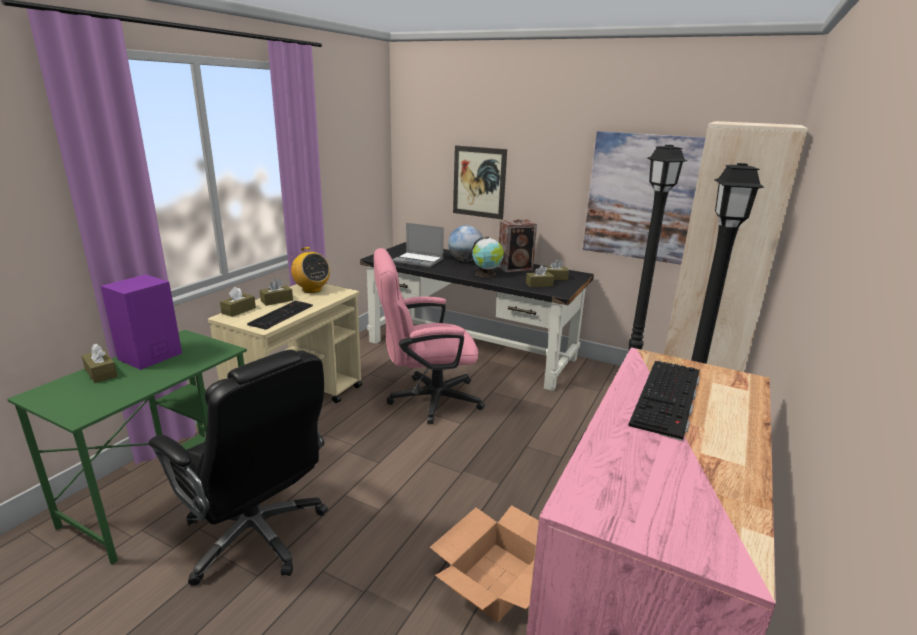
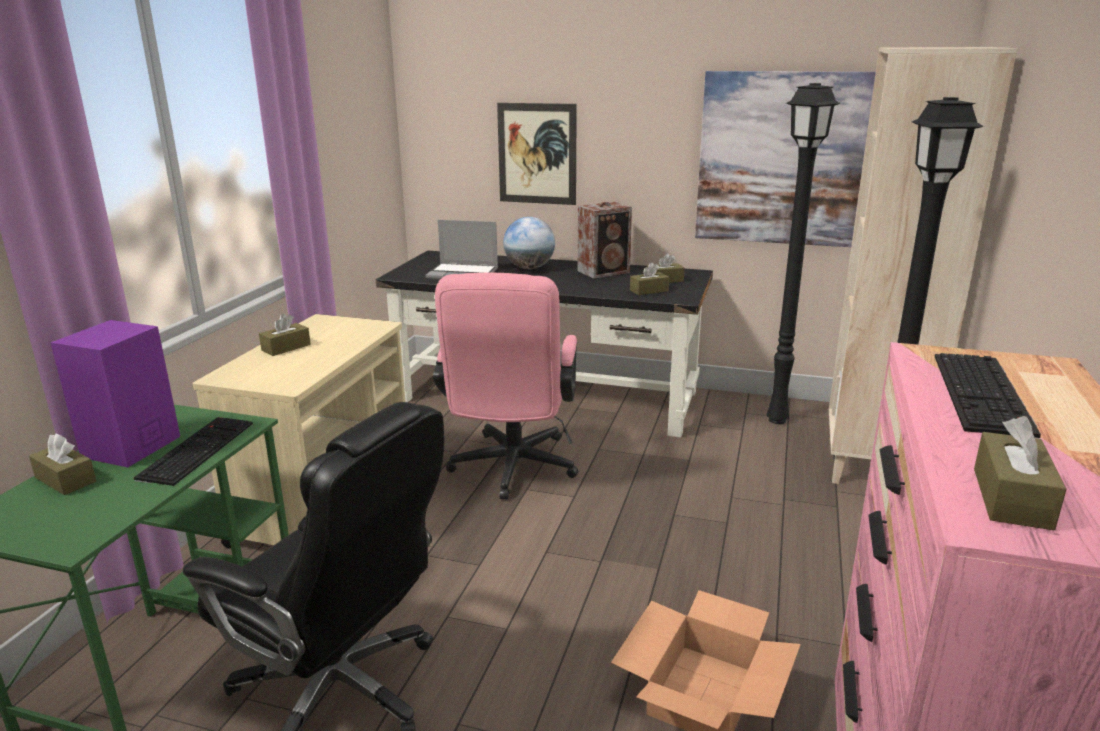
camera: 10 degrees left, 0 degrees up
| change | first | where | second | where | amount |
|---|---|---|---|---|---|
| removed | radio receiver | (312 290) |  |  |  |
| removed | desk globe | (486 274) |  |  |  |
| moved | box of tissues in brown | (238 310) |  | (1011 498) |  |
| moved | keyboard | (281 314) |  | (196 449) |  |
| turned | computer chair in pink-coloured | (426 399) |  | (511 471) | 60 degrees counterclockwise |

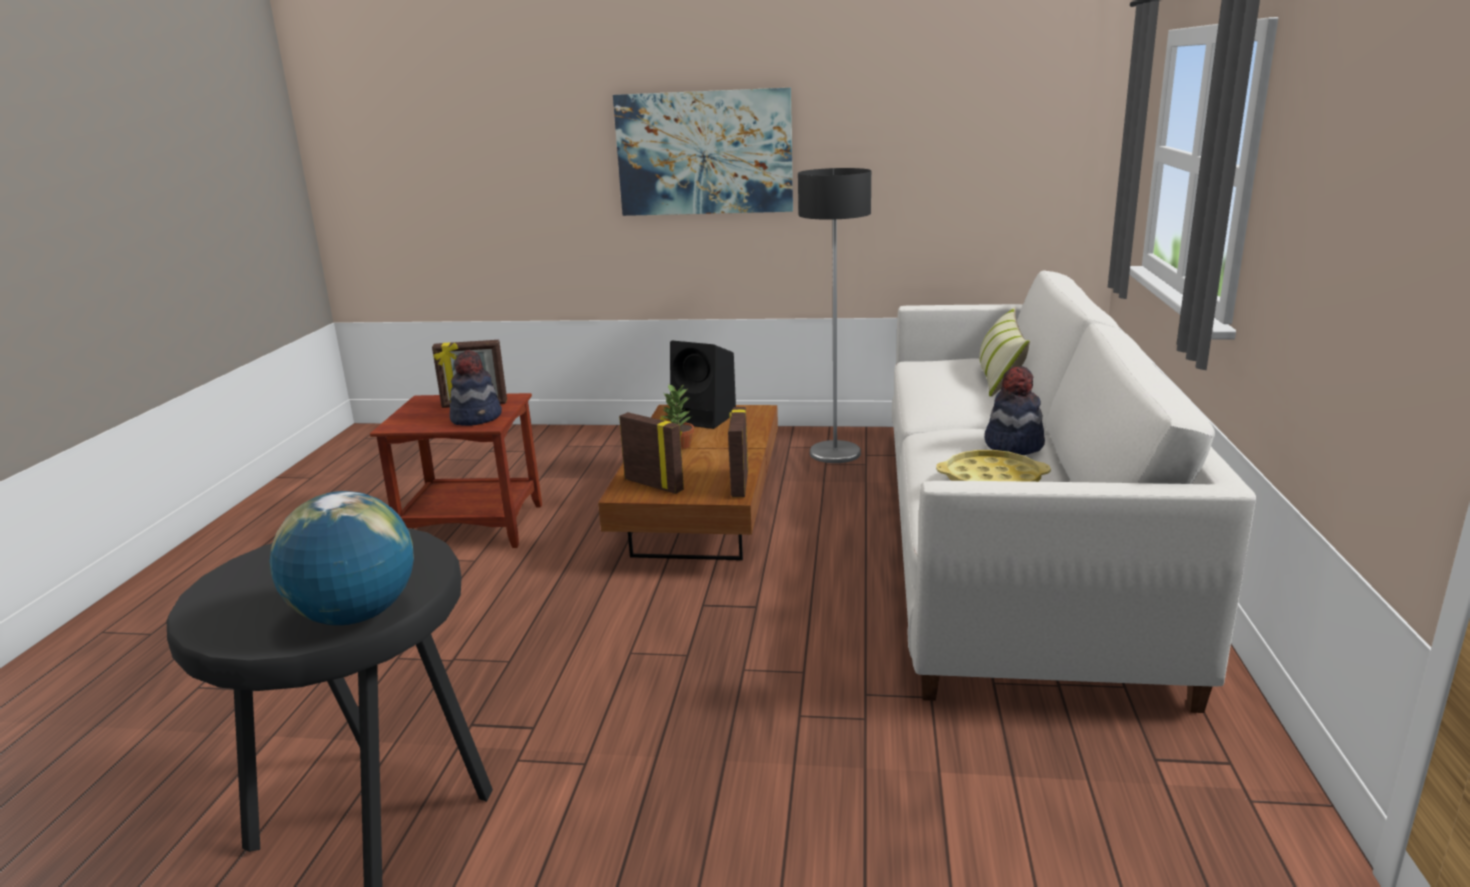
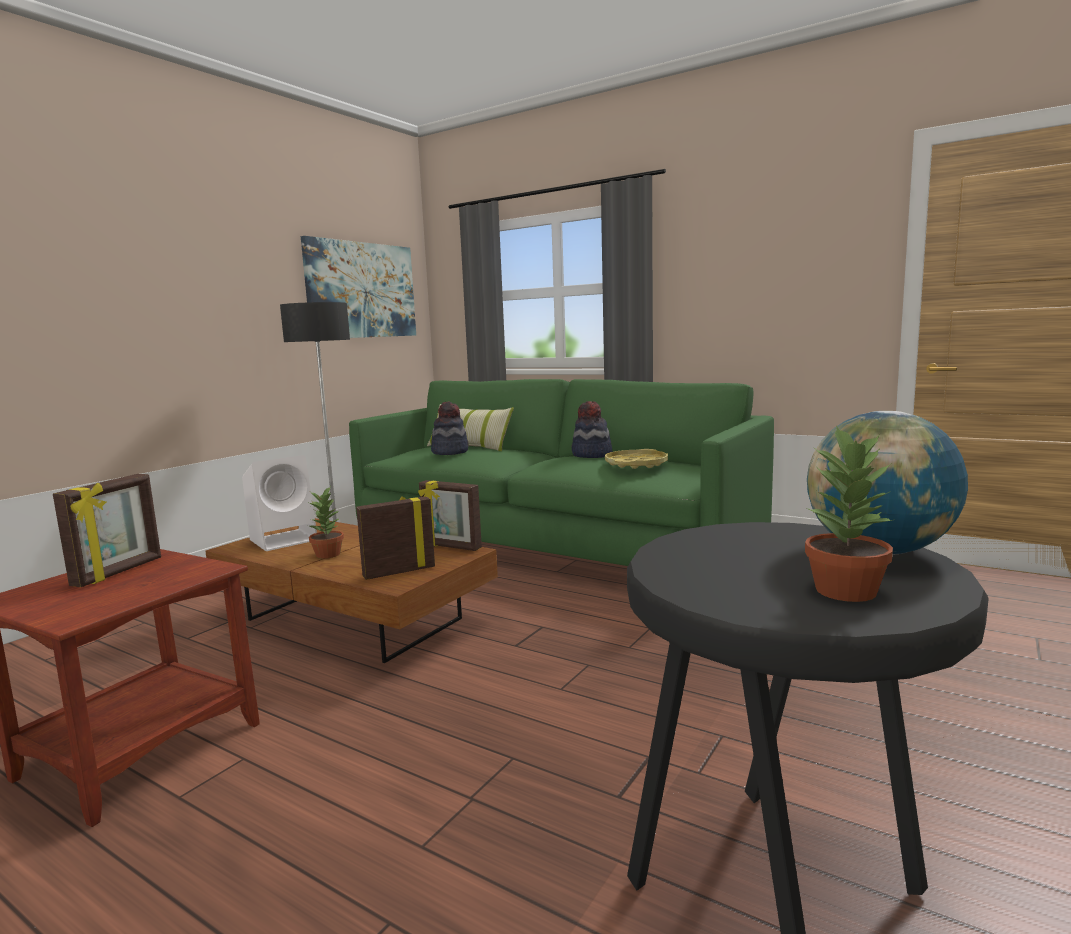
camera: 65 degrees left, 10 degrees down
| change | first | where | second | where | amount |
|---|---|---|---|---|---|
| added |  |  | potted plant | (846 590) |  |
| moved | wearable hat | (477 418) |  | (450 452) |  |
| moved | wall art | (704 153) |  | (361 290) |  |
| recoloured | audio speaker in blackish | (705 418) | audio speaker in white | (285 539) |  |
| recoloured | settee in white | (1011 543) | settee in greenish | (552 543) |  |

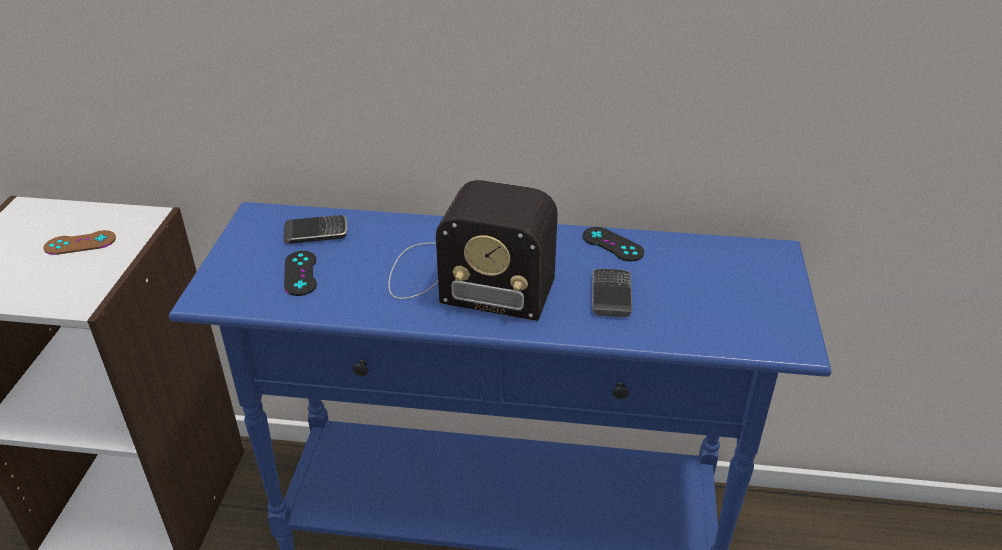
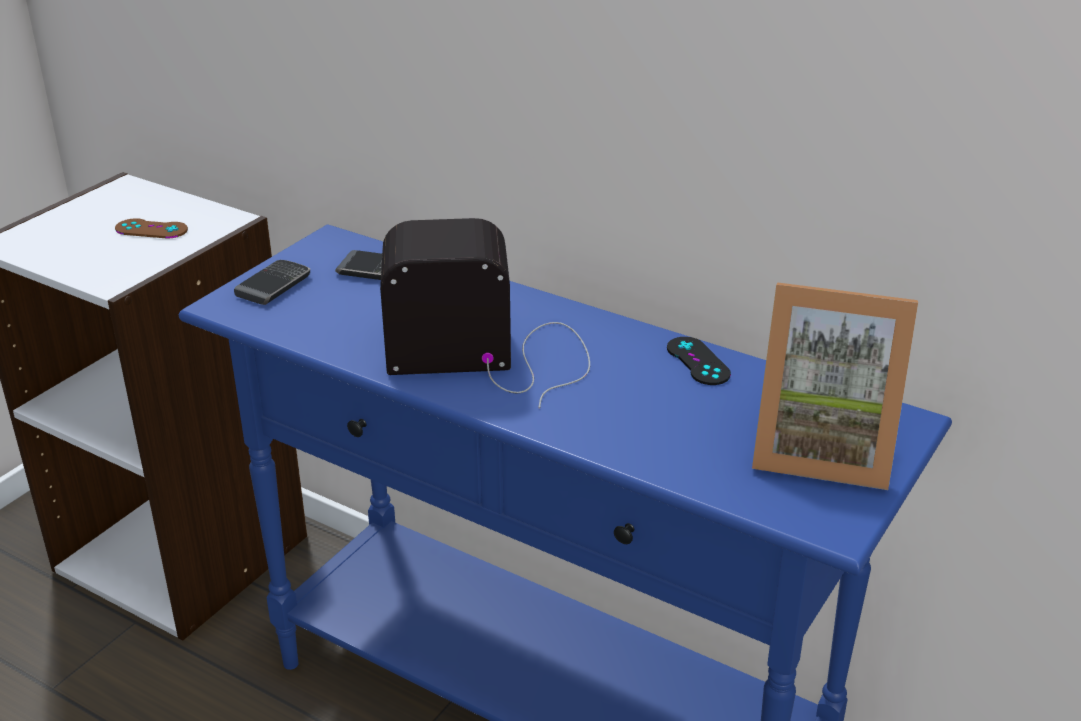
camera: 25 degrees right, 5 degrees down
| change | first | where | second | where | amount |
|---|---|---|---|---|---|
| removed | gamepad in blackish | (300 273) |  |  |  |
| added |  |  | standing frame | (822 450) |  |
| moved | handset | (611 296) |  | (273 286) |  |
| turned | radio receiver | (464 279) |  | (494 354) | 135 degrees clockwise |

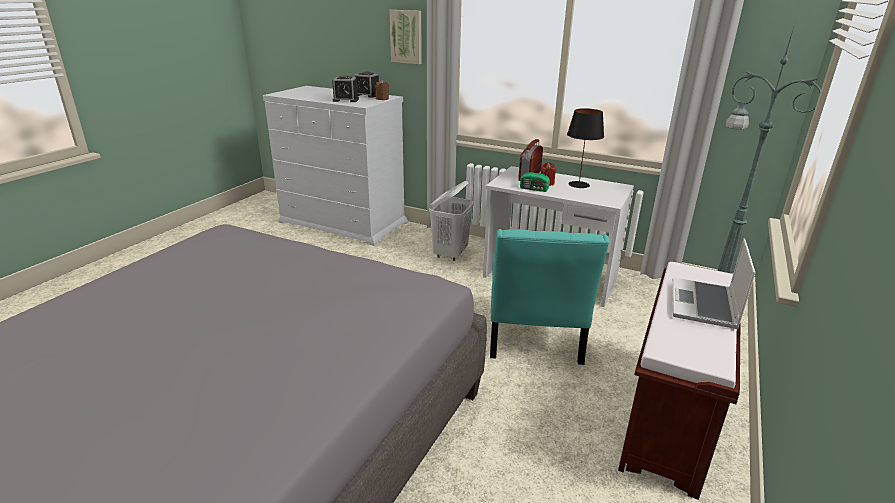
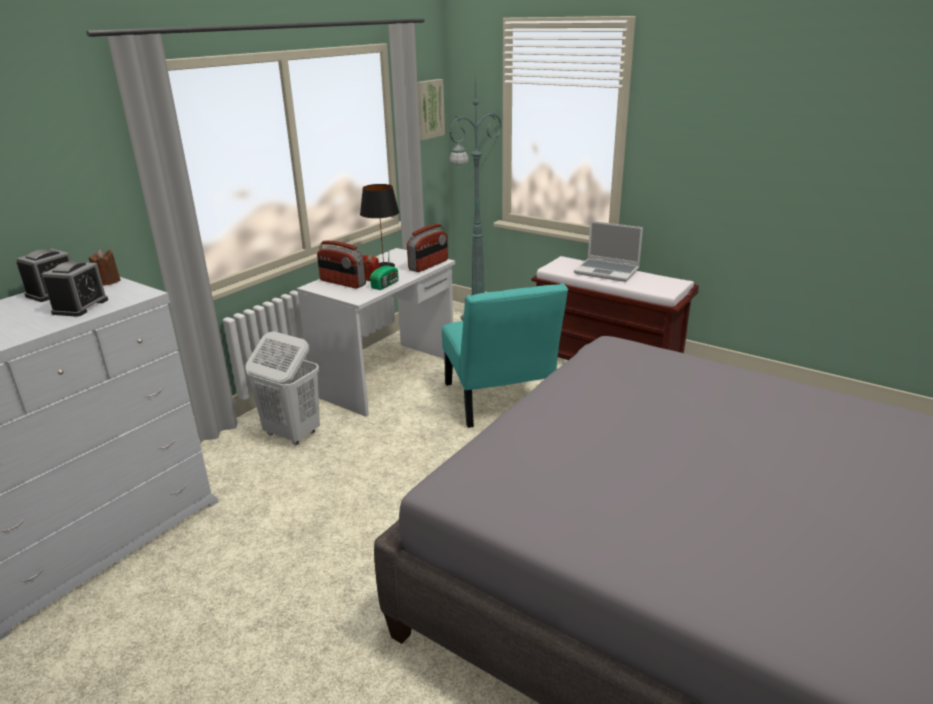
camera: 80 degrees left, 0 degrees up
| change | first | where | second | where | amount |
|---|---|---|---|---|---|
| added |  |  | radio receiver | (429 265) |  |
| moved | wall art | (406 36) |  | (428 109) |  |
| turned | plain chair in turquoise | (534 338) |  | (499 402) | 60 degrees clockwise |

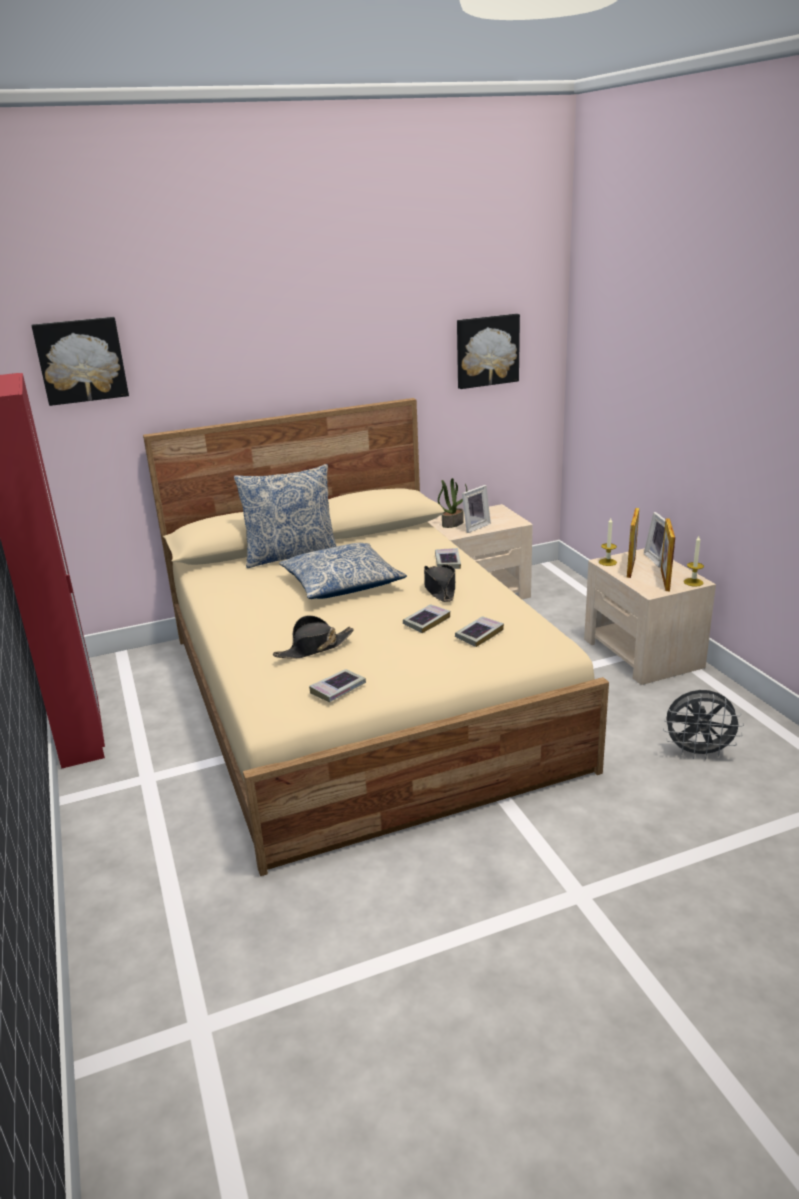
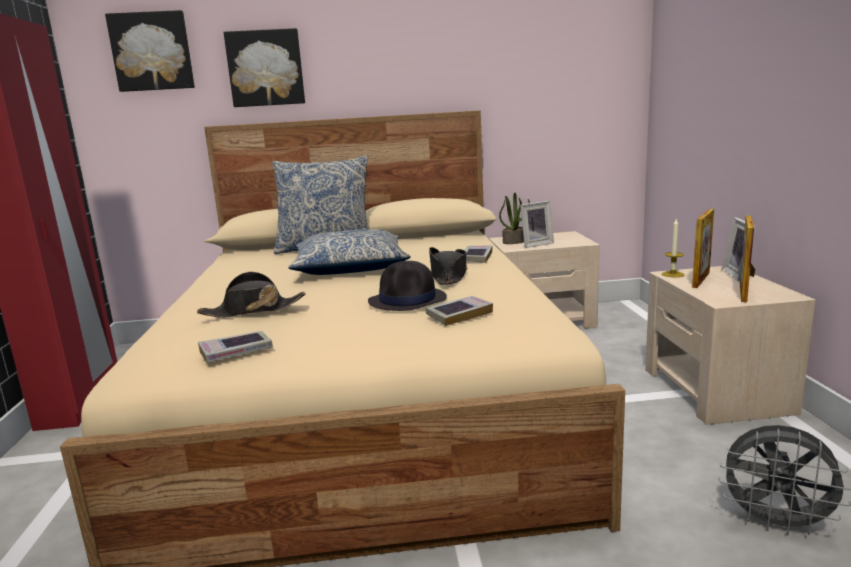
camera: 15 degrees right, 10 degrees down
| change | first | where | second | where | amount |
|---|---|---|---|---|---|
| removed | candle | (693 582) |  |  |  |
| moved | wall art | (487 350) |  | (266 68) |  |
| replaced | bound book | (426 621) | wearable hat in blackish | (408 300) |  |

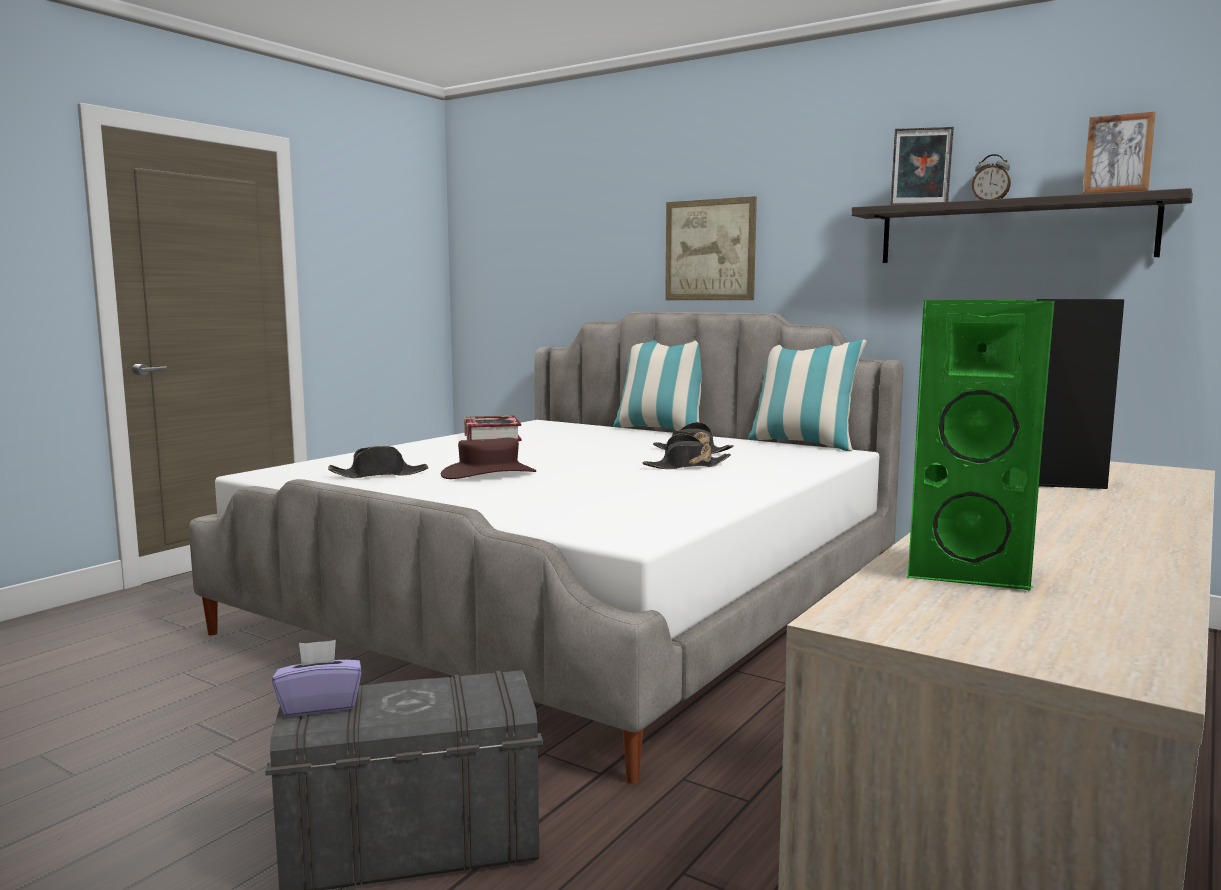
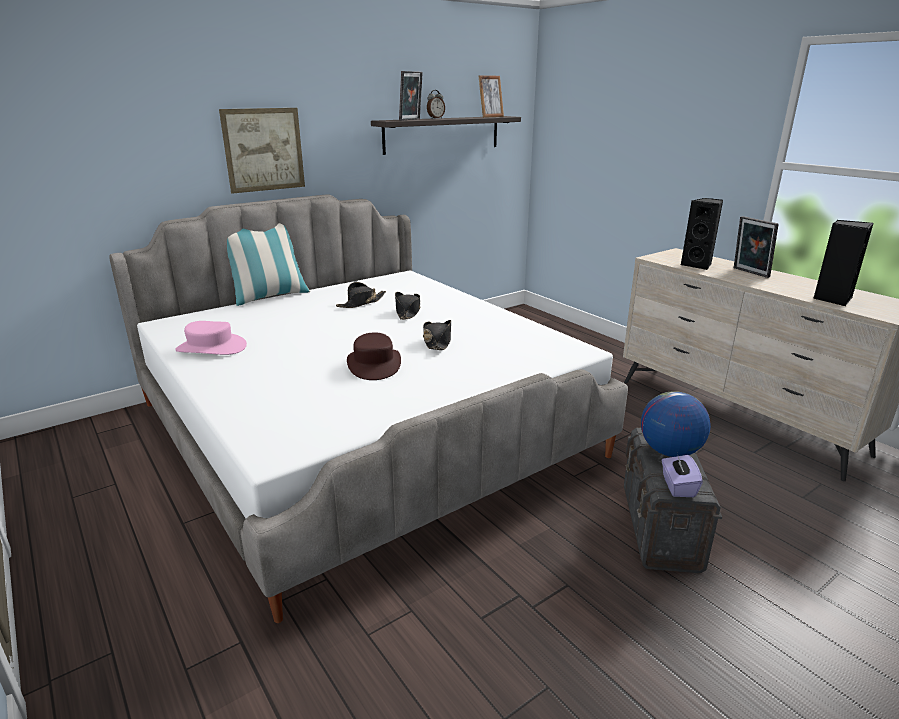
camera: 70 degrees left, 15 degrees up
| change | first | where | second | where | amount |
|---|---|---|---|---|---|
| removed | throw pillow | (803 444) |  |  |  |
| added |  |  | desk globe | (669 451) |  |
| added |  |  | standing frame | (749 273) |  |
| moved | wearable hat in blackish | (379 475) |  | (437 341) |  |
| replaced | bound book | (491 437) | wearable hat in pink-coloured | (211 348) |  |
| recoloured | audio speaker in greenish | (968 570) | audio speaker in blackish | (832 299) |  |

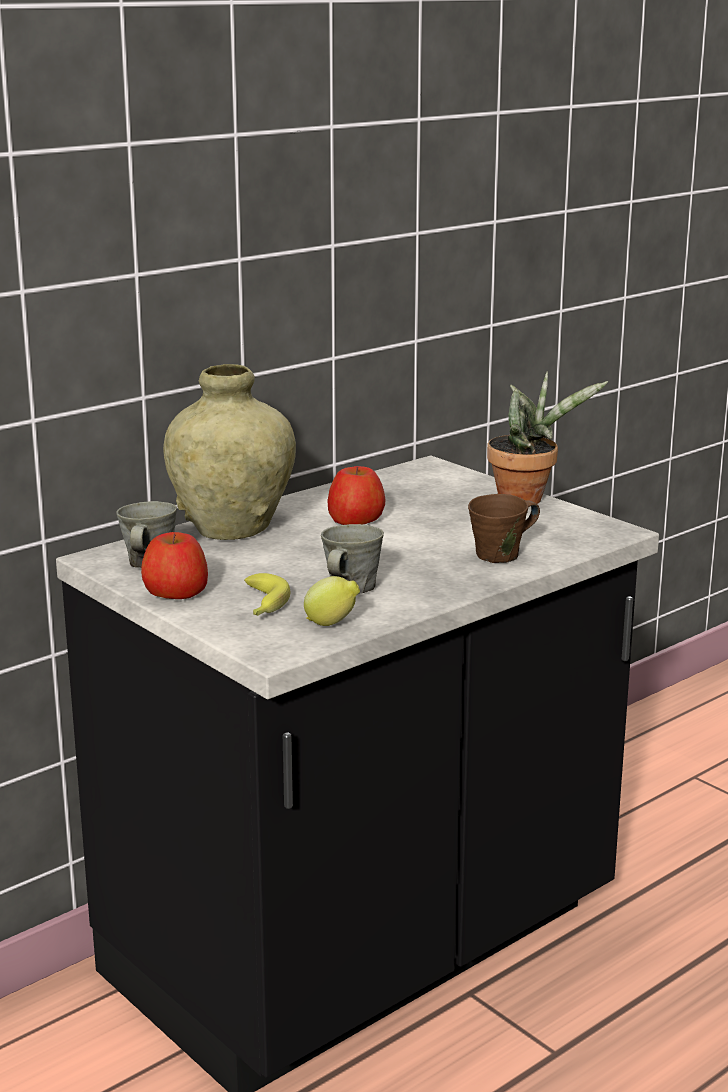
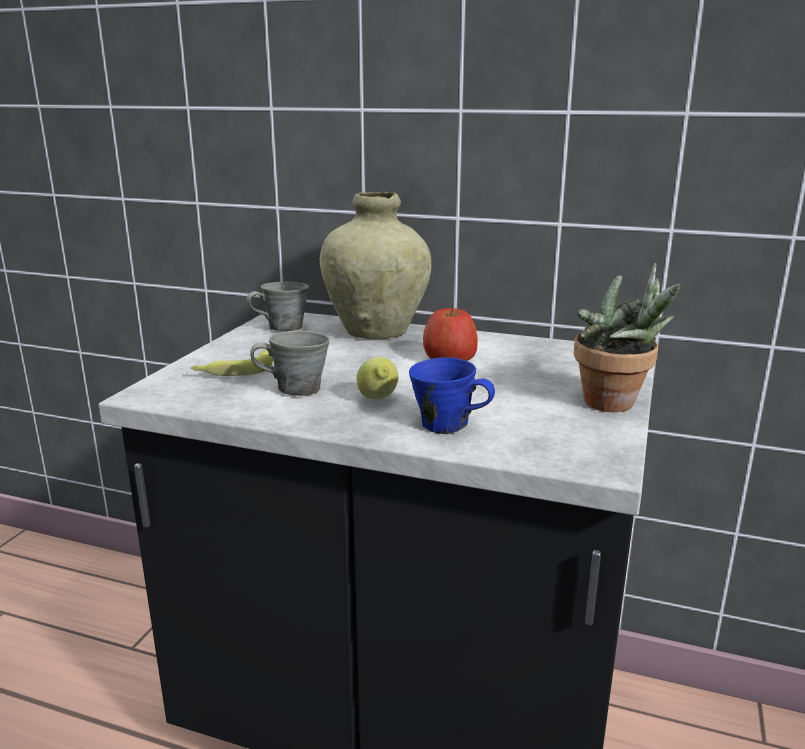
camera: 60 degrees right, 0 degrees up
| change | first | where | second | where | amount |
|---|---|---|---|---|---|
| removed | apple fruit | (175 593) |  |  |  |
| moved | citrus fruit | (332 624) |  | (378 400) |  |
| recoloured | mug in brown | (500 555) | mug in blue | (447 425) |  |

